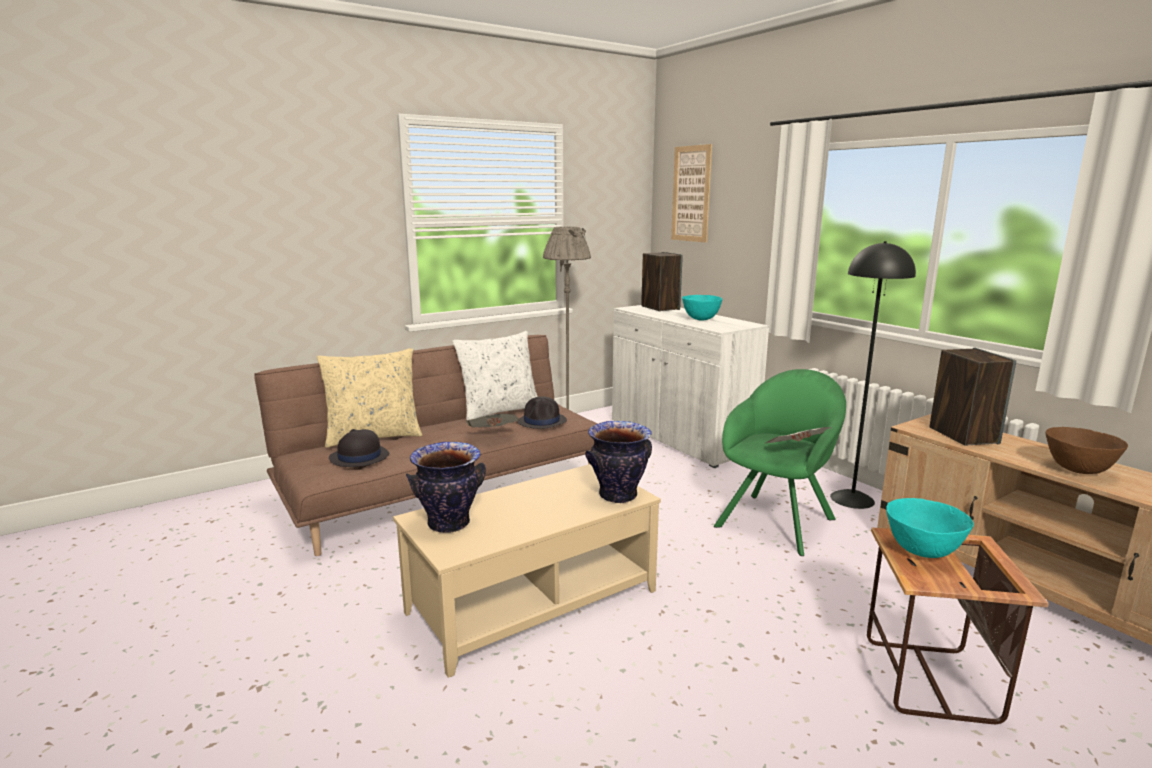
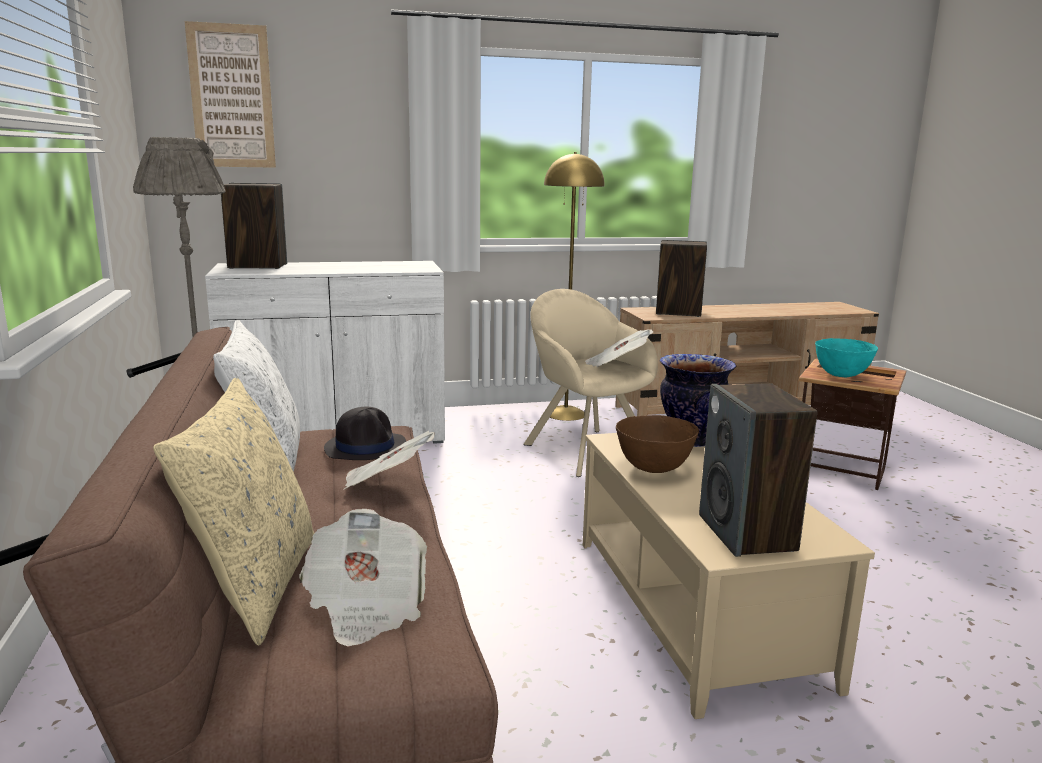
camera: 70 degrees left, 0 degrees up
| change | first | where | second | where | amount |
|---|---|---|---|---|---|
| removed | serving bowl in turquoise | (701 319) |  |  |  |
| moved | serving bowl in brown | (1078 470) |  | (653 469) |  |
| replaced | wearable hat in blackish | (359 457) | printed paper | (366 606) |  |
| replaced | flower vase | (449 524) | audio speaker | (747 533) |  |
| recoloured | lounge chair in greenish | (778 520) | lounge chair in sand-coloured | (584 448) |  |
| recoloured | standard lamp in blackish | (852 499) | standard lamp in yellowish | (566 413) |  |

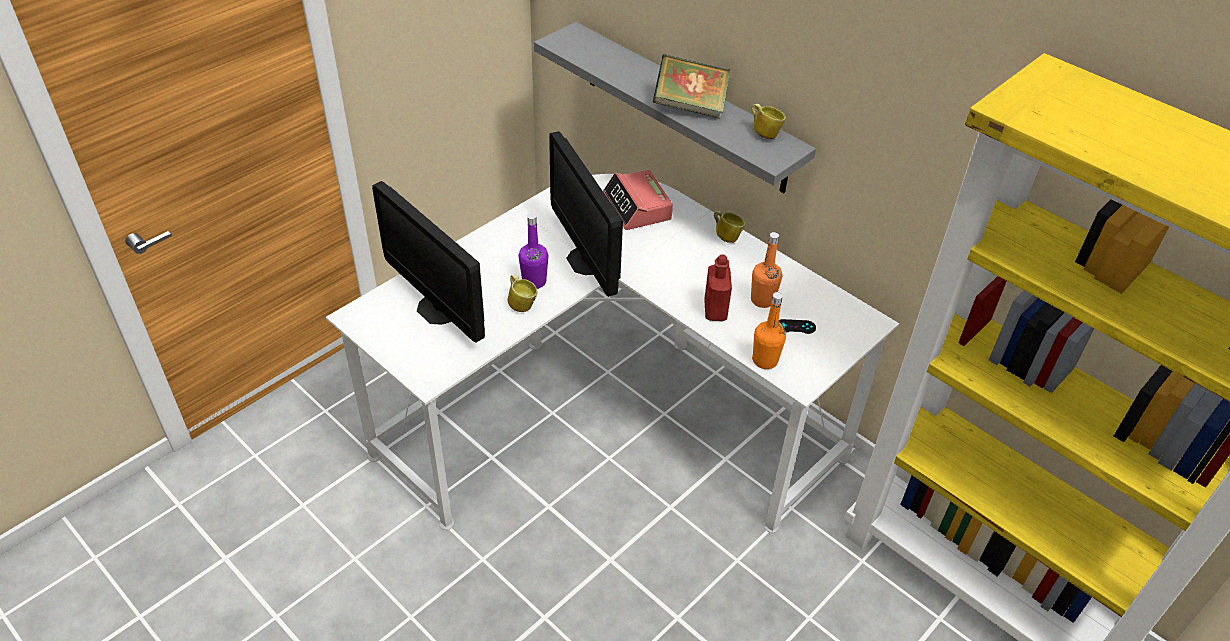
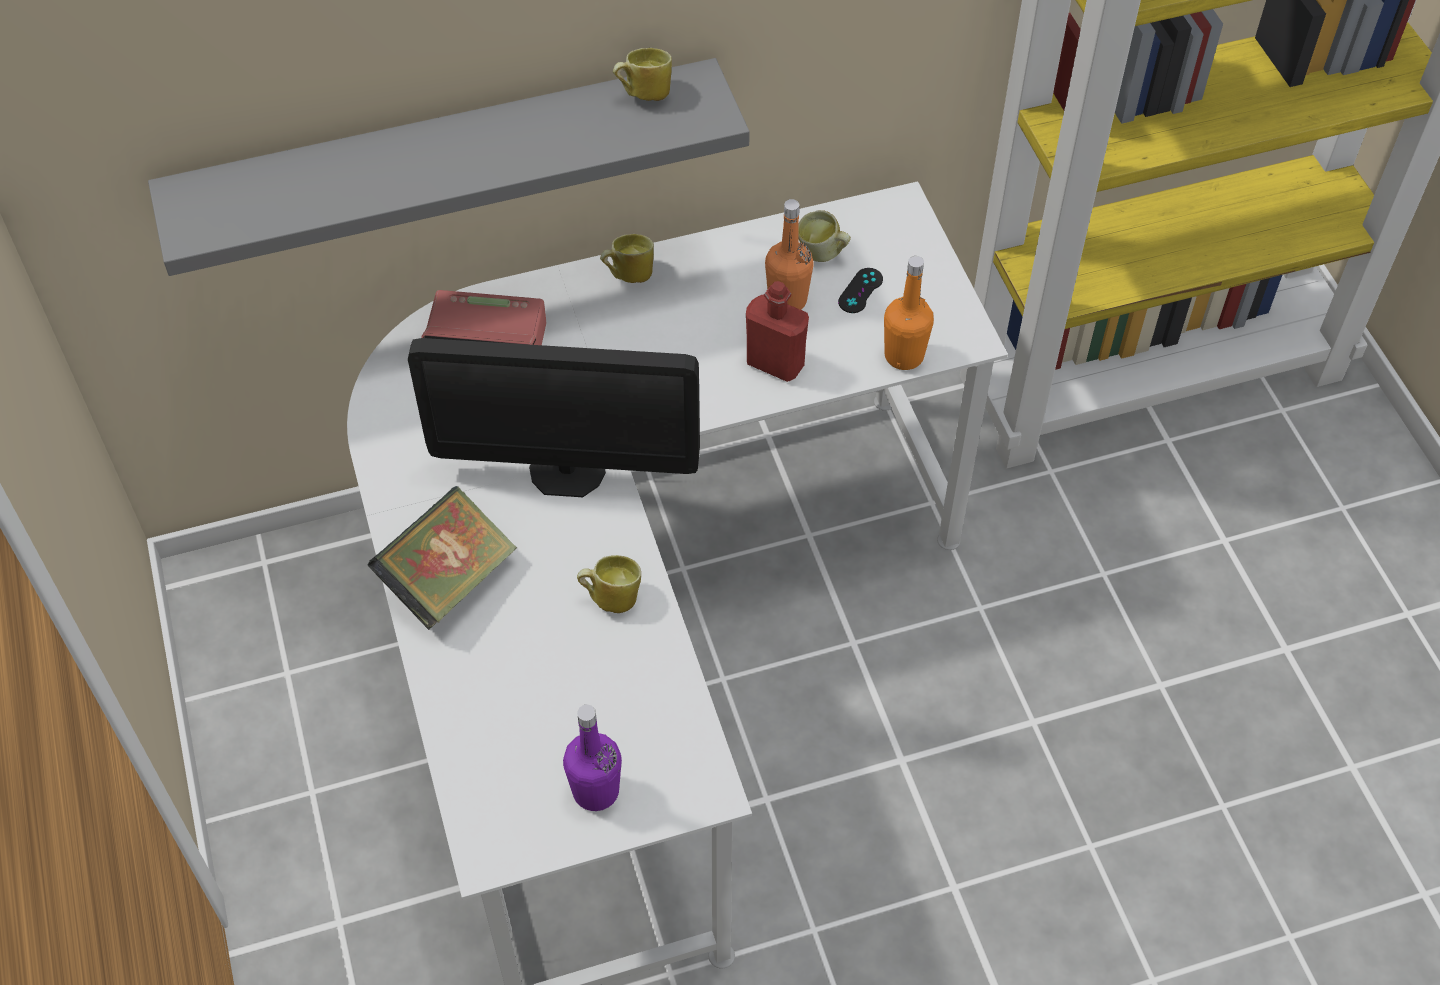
camera: 60 degrees left, 10 degrees up
| change | first | where | second | where | amount |
|---|---|---|---|---|---|
| removed | monitor | (438 309) |  |  |  |
| added |  |  | mug | (823 255) |  |
| moved | bottle in purple | (534 281) |  | (596 791) |  |
| moved | bound book | (690 106) |  | (448 579) |  |

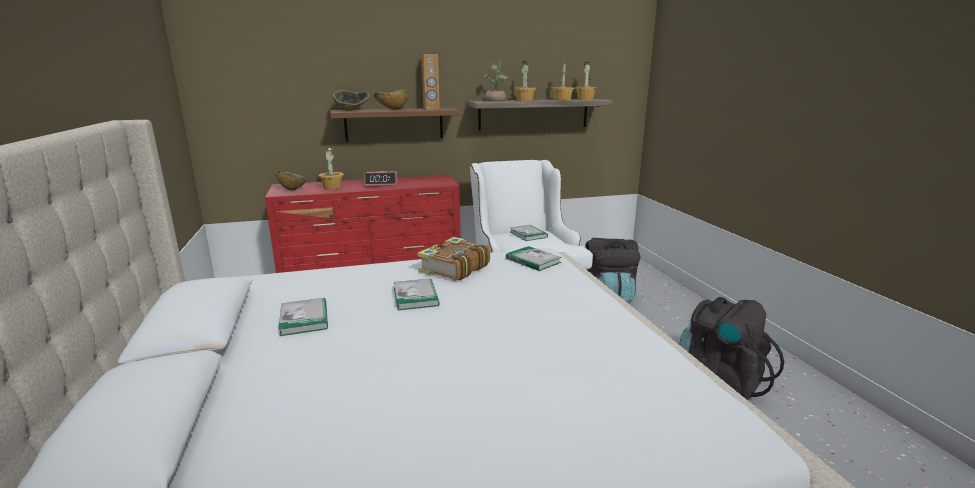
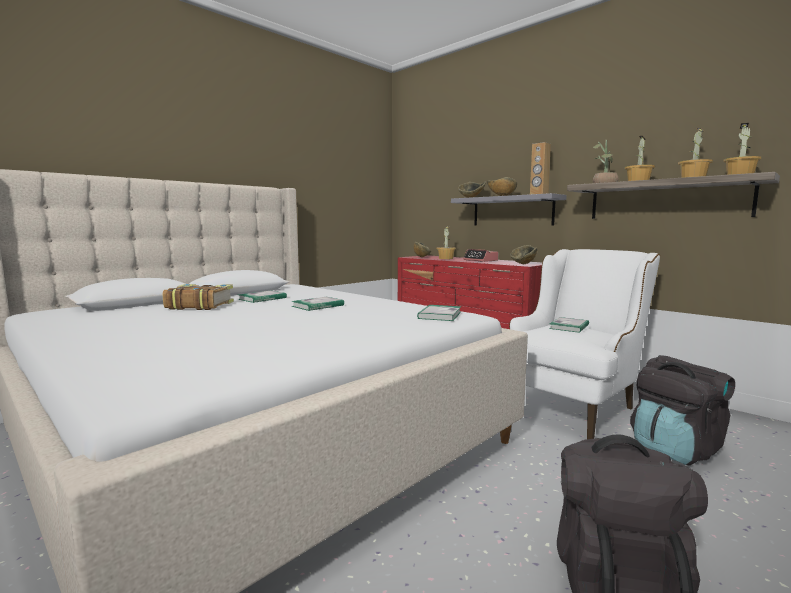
camera: 60 degrees right, 10 degrees down
| change | first | where | second | where | amount |
|---|---|---|---|---|---|
| added |  |  | serving bowl | (524 264) |  |
| moved | bound book | (453 268) |  | (199 305) |  |
| recoloured | shelf in brown | (394 124) | shelf in greyish | (512 211) |  |

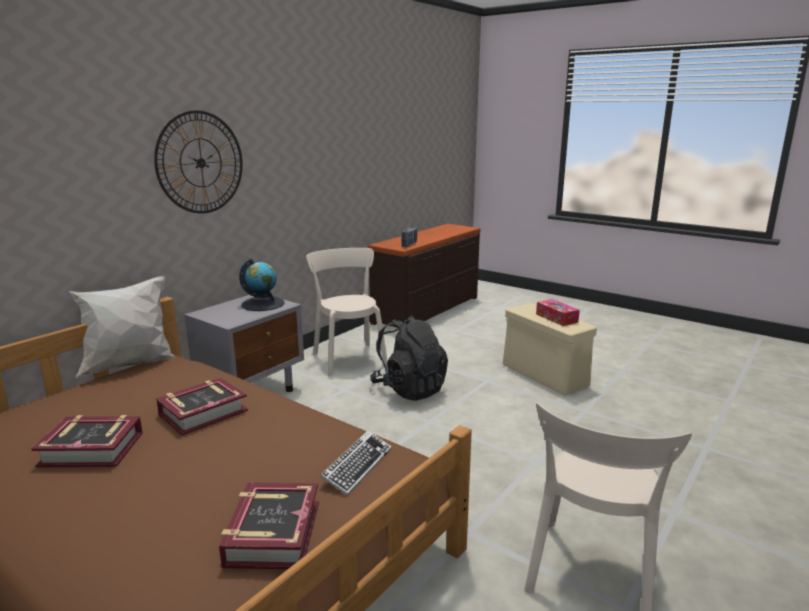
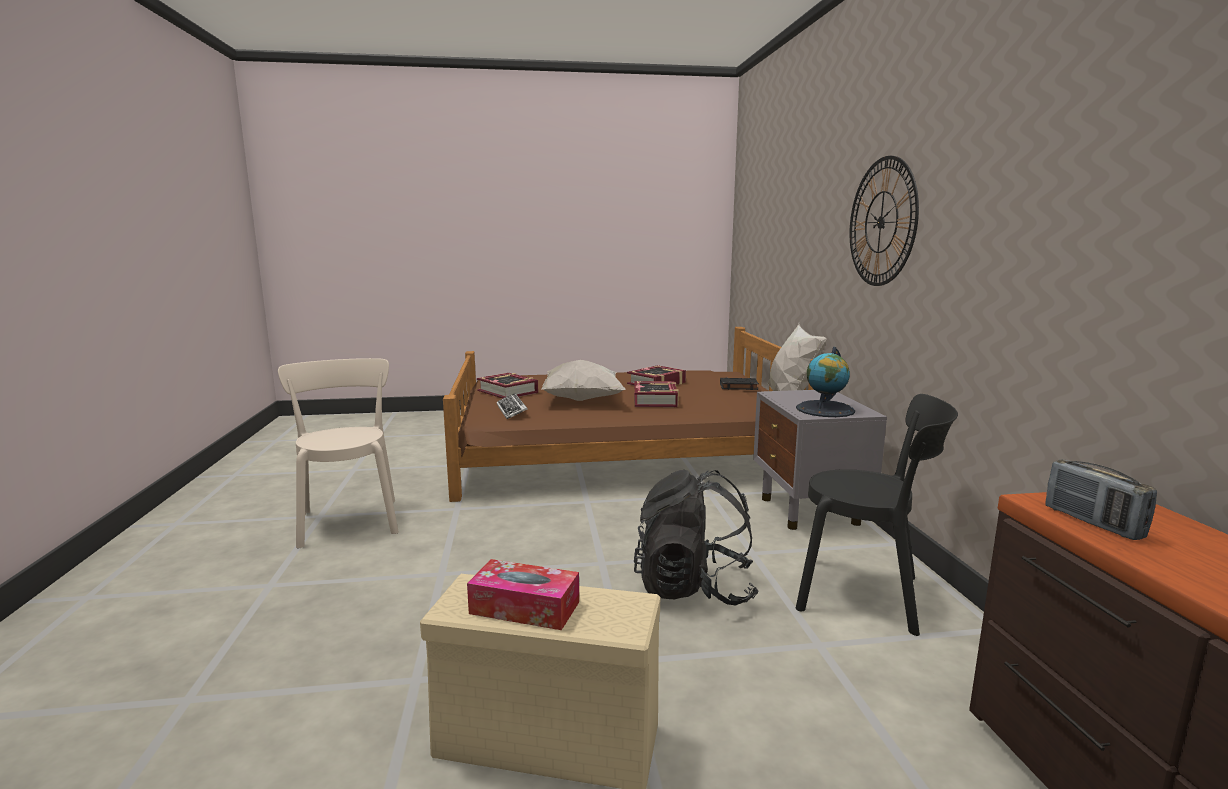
camera: 135 degrees right, 5 degrees down
| change | first | where | second | where | amount |
|---|---|---|---|---|---|
| added |  |  | throw pillow in white | (581 400) |  |
| added |  |  | bound book in blackish | (738 387) |  |
| recoloured | plain chair in sand-coloured | (348 358) | plain chair in blackish | (866 595) |  |

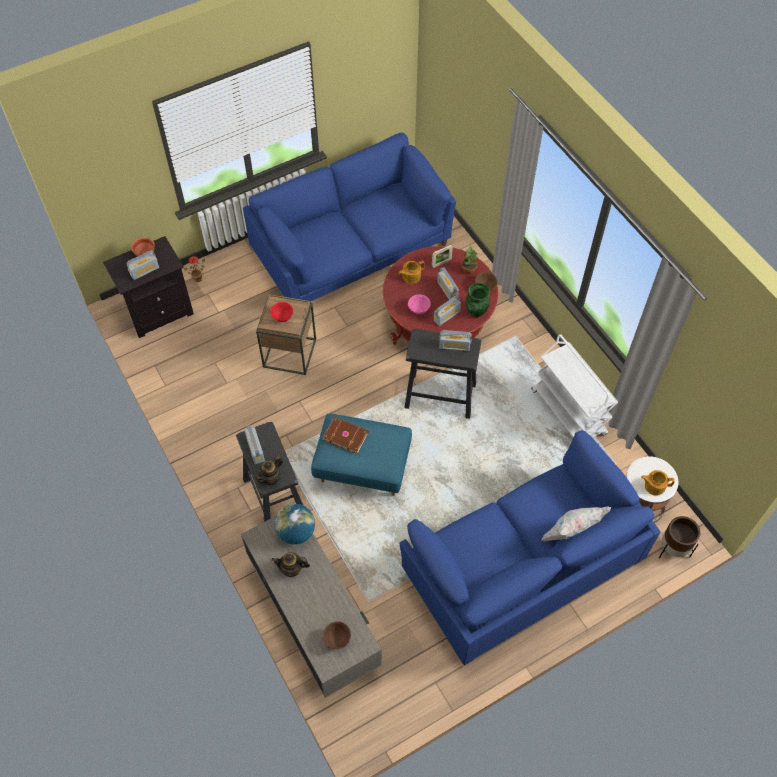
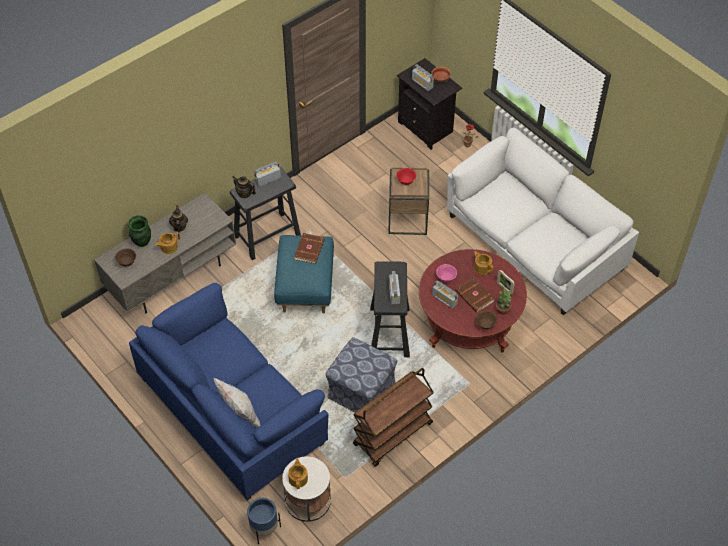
camera: 80 degrees right, 5 degrees down
| change | first | where | second | where | amount |
|---|---|---|---|---|---|
| removed | desk globe | (296 532) |  |  |  |
| added |  |  | teapot | (168 247) |  |
| added |  |  | pouffe | (361 391) |  |
| moved | flower vase in greenish | (476 312) |  | (142 242) |  |
| replaced | radio receiver | (447 290) | bound book in brown | (474 296) |  |
| recoloured | settee in blue | (351 248) | settee in white | (534 243) |  |
| recoloured | trolley in white | (569 413) | trolley in brown | (393 435) |  |
| recoloured | plant pot in brown | (673 549) | plant pot in blue | (264 529) |  |

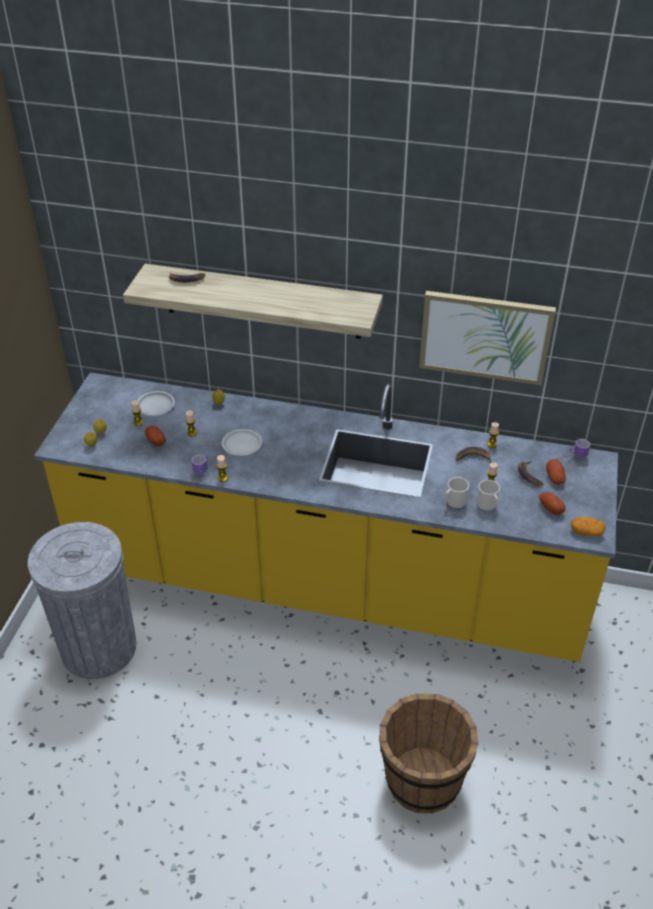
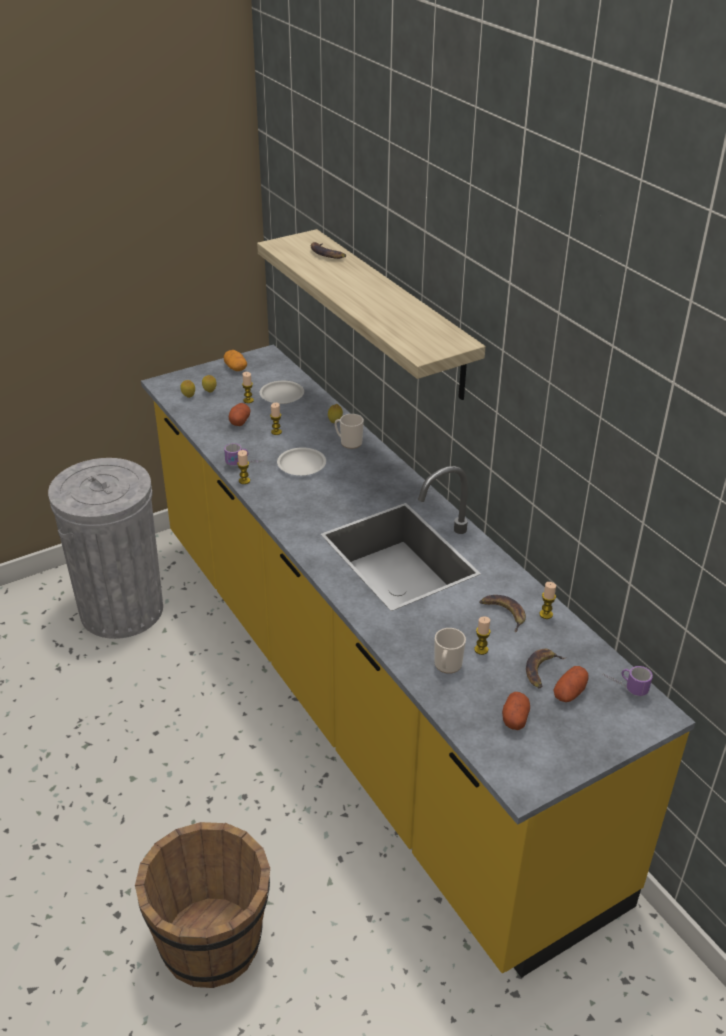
camera: 45 degrees right, 5 degrees down
| change | first | where | second | where | amount |
|---|---|---|---|---|---|
| removed | wall art | (485 336) |  |  |  |
| moved | mug | (454 503) |  | (349 442) |  |
| moved | whole potato | (586 532) |  | (235 368) |  |

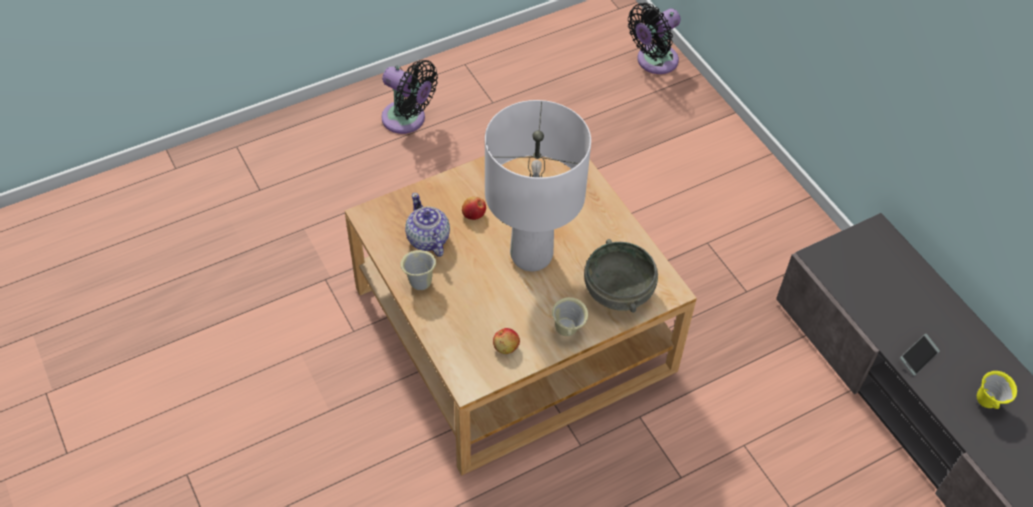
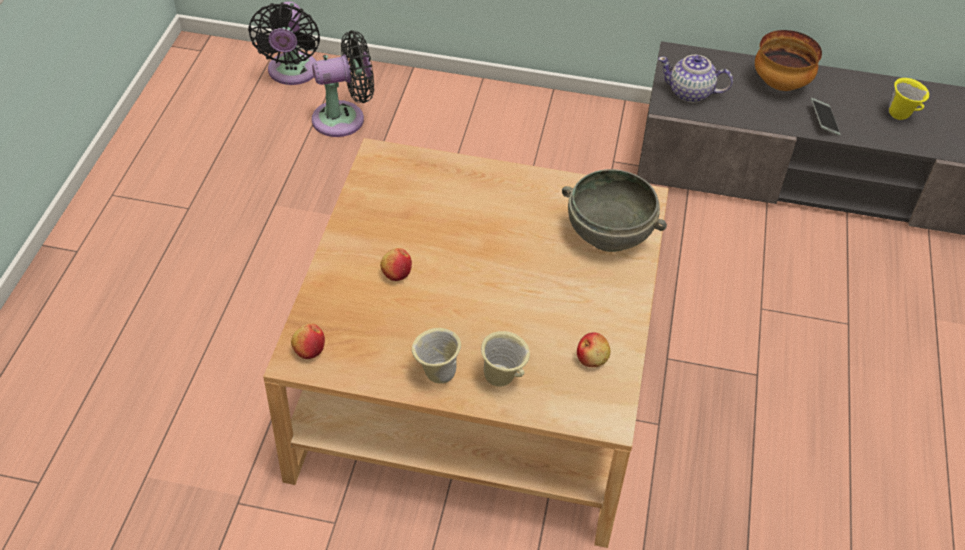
camera: 50 degrees left, 5 degrees down
| change | first | where | second | where | amount |
|---|---|---|---|---|---|
| removed | lamp for a table in white | (532 255) |  |  |  |
| added |  |  | apple fruit | (309 350) |  |
| added |  |  | serving bowl | (780 85) |  |
| moved | electric fan in blackish | (407 120) |  | (344 118) |  |
| moved | teapot | (427 239) |  | (691 93) |  |
| moved | mug in sand-coloured | (568 331) |  | (503 378) |  |

